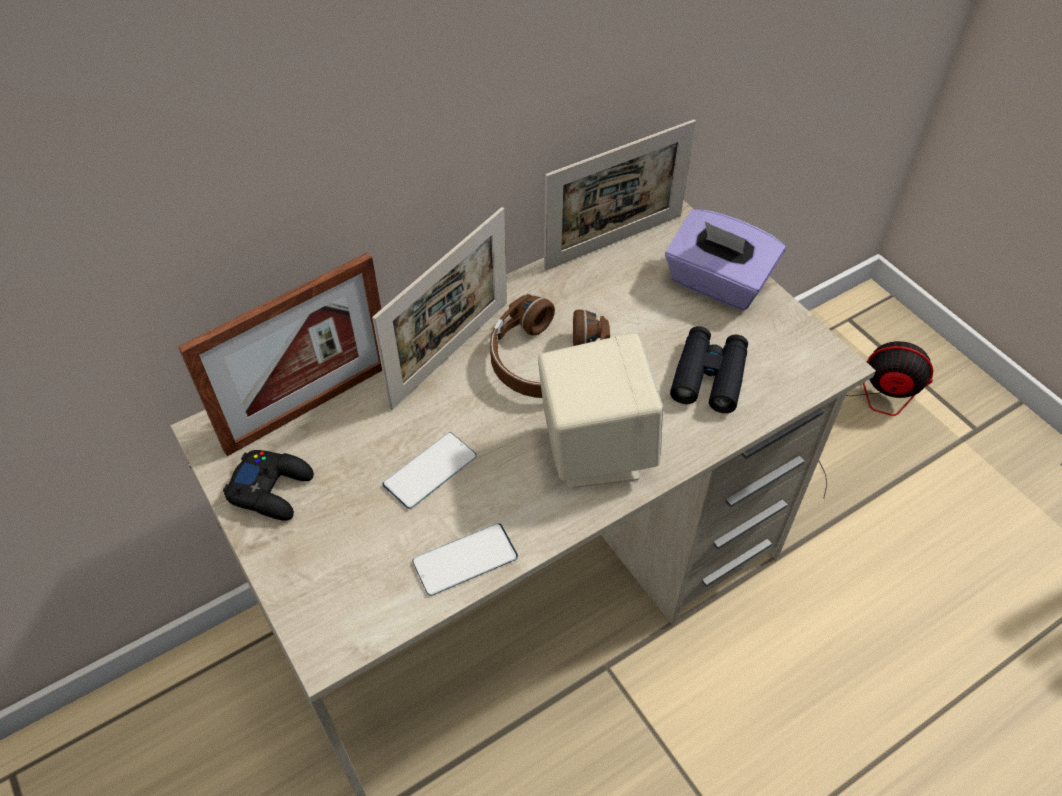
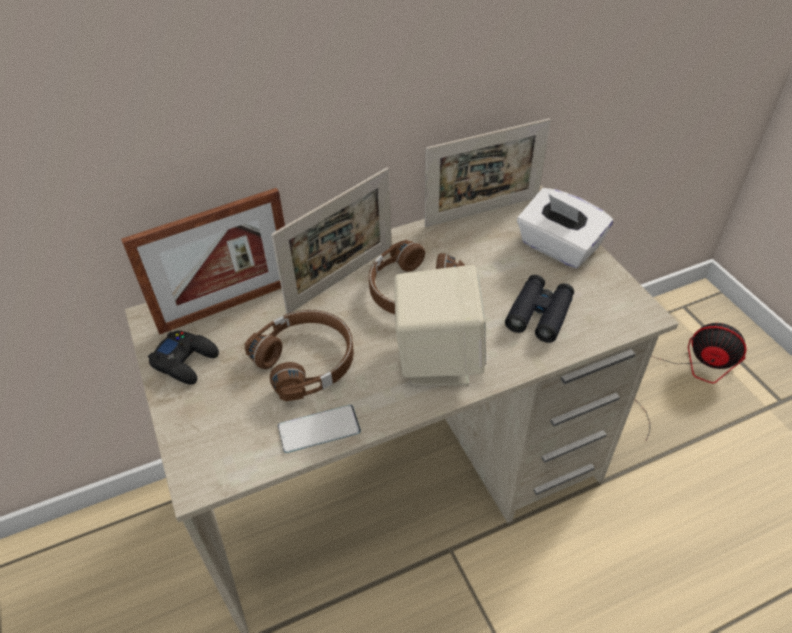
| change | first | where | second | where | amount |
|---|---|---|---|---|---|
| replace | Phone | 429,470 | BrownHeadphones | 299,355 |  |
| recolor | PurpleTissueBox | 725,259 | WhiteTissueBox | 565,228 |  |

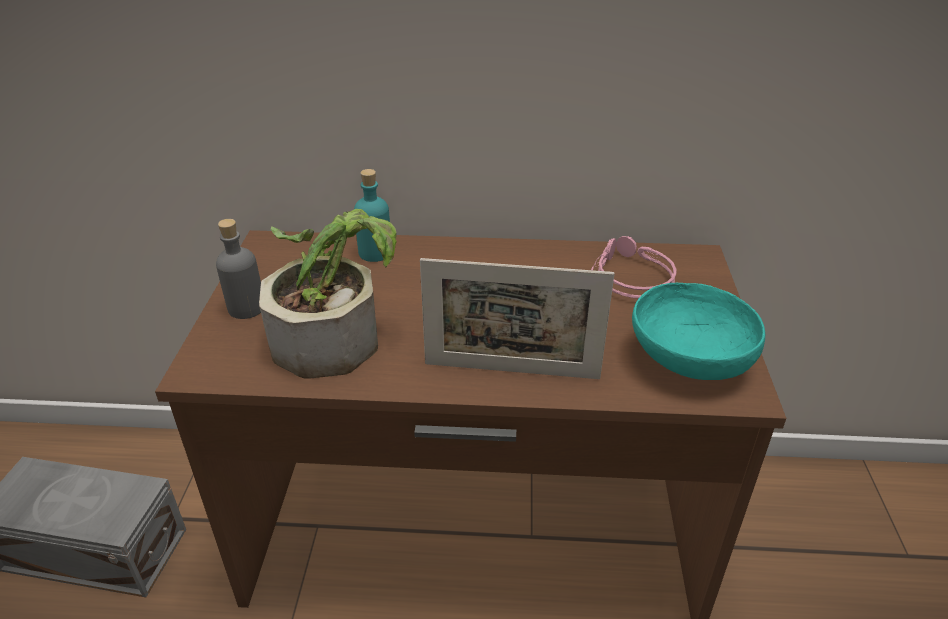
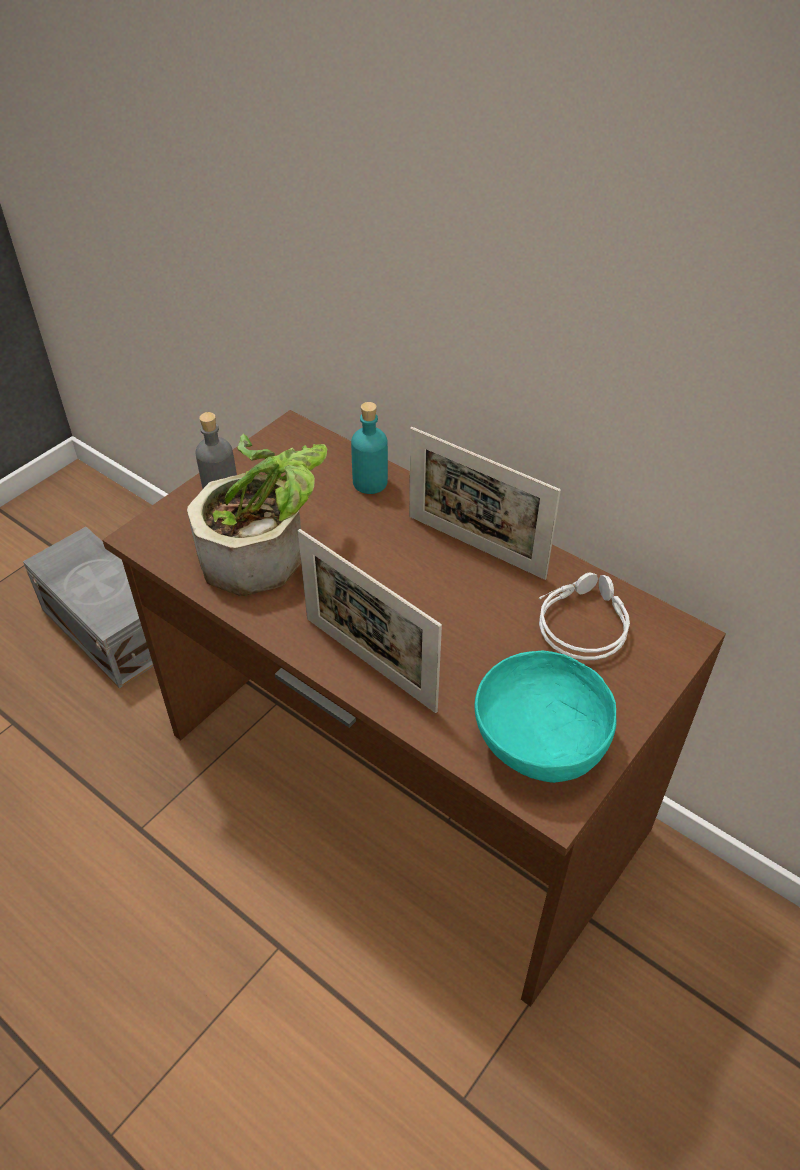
| change | first | where | second | where | amount |
|---|---|---|---|---|---|
| recolor | PinkHeadphones | 633,267 | GreyHeadphones | 584,616 |  |
| insert |  |  | PictureFrame | 485,503 |  |

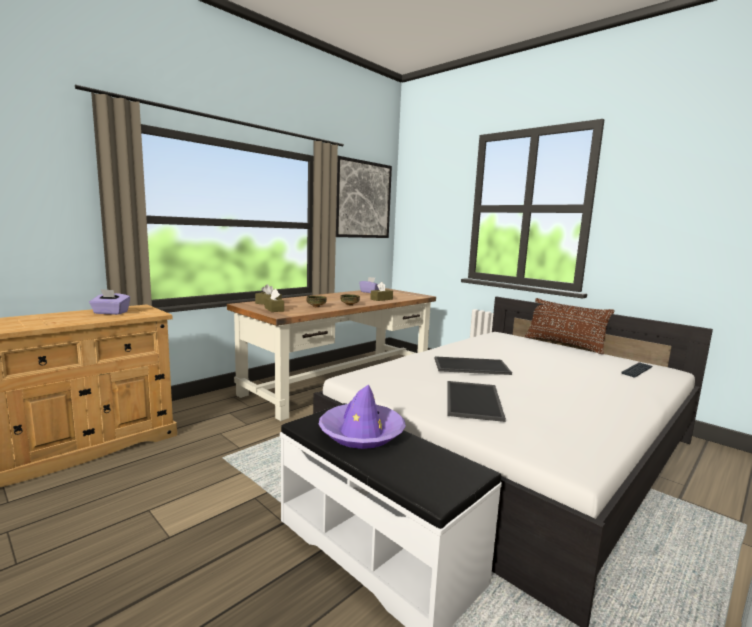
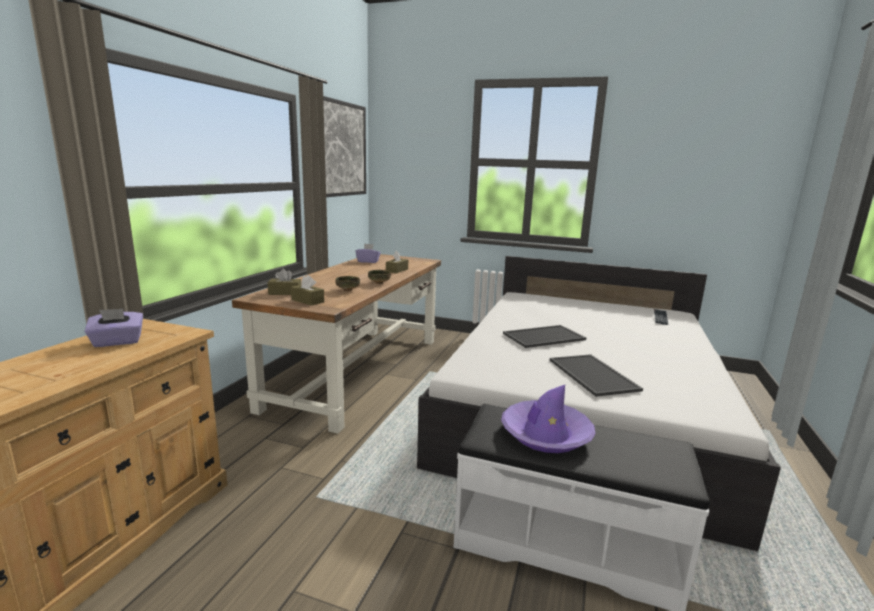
| change | first | where | second | where | amount |
|---|---|---|---|---|---|
| delete | BrownPillow | 569,326 |  |  |  |

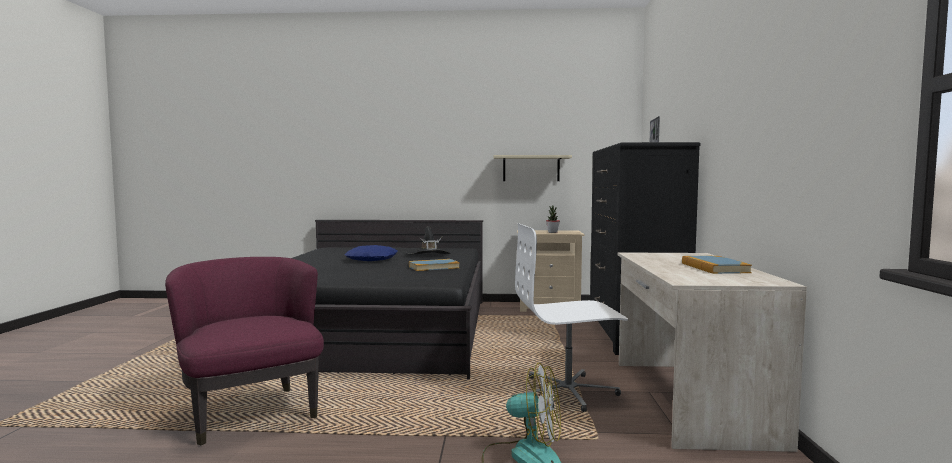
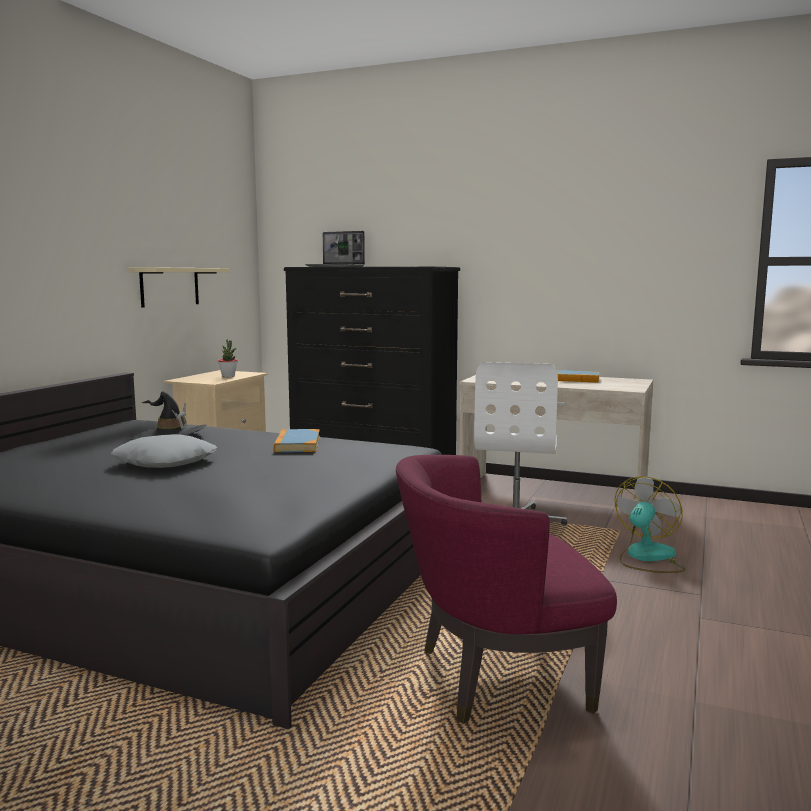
| change | first | where | second | where | amount |
|---|---|---|---|---|---|
| recolor | BluePillow | 371,253 | GreyPillow | 164,451 |  |

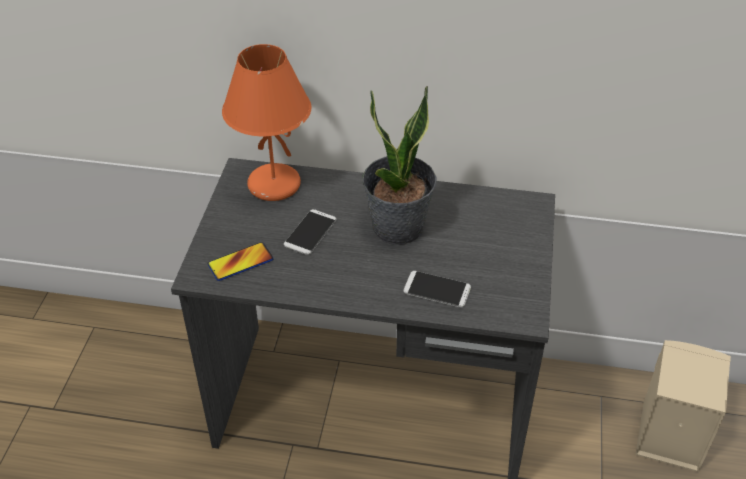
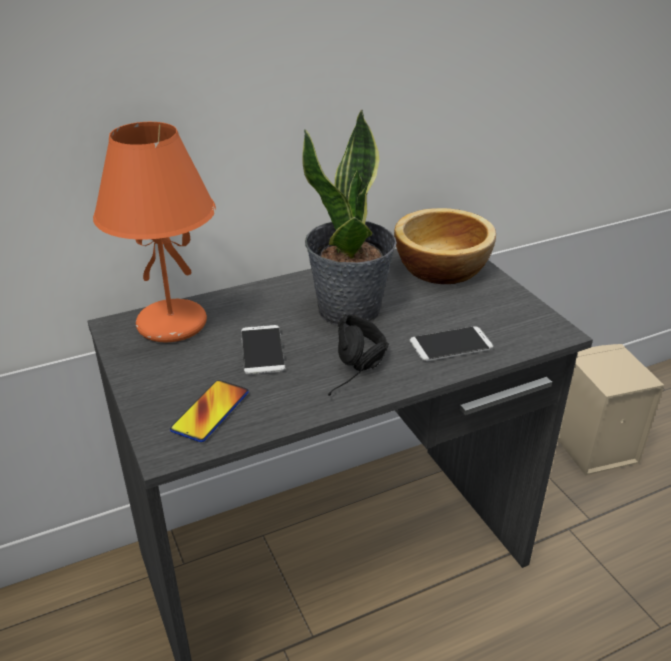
| change | first | where | second | where | amount |
|---|---|---|---|---|---|
| insert |  |  | BlackHeadphones | 358,355 |  |
| insert |  |  | Bowl | 445,246 |  |

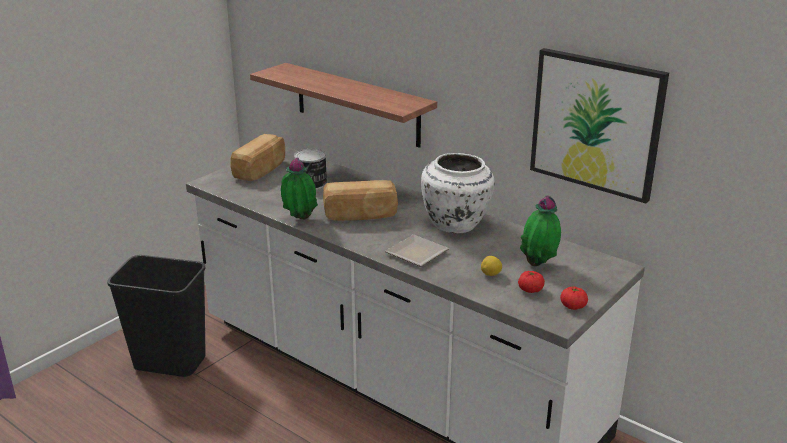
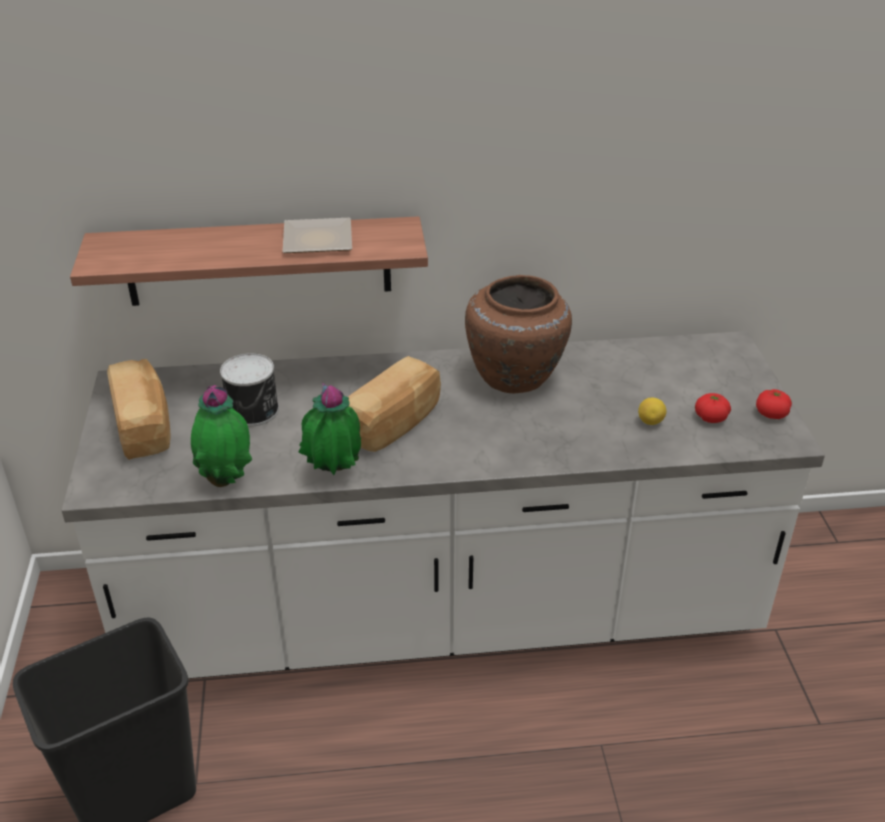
| change | first | where | second | where | amount |
|---|---|---|---|---|---|
| move | Plate | 417,251 |  | 317,235 |  |
| recolor | WhiteVase | 458,193 | BrownVase | 518,334 |  |
| move | PottedPlant | 540,230 |  | 221,436 |  |
| delete | Picture | 599,126 |  |  |  |

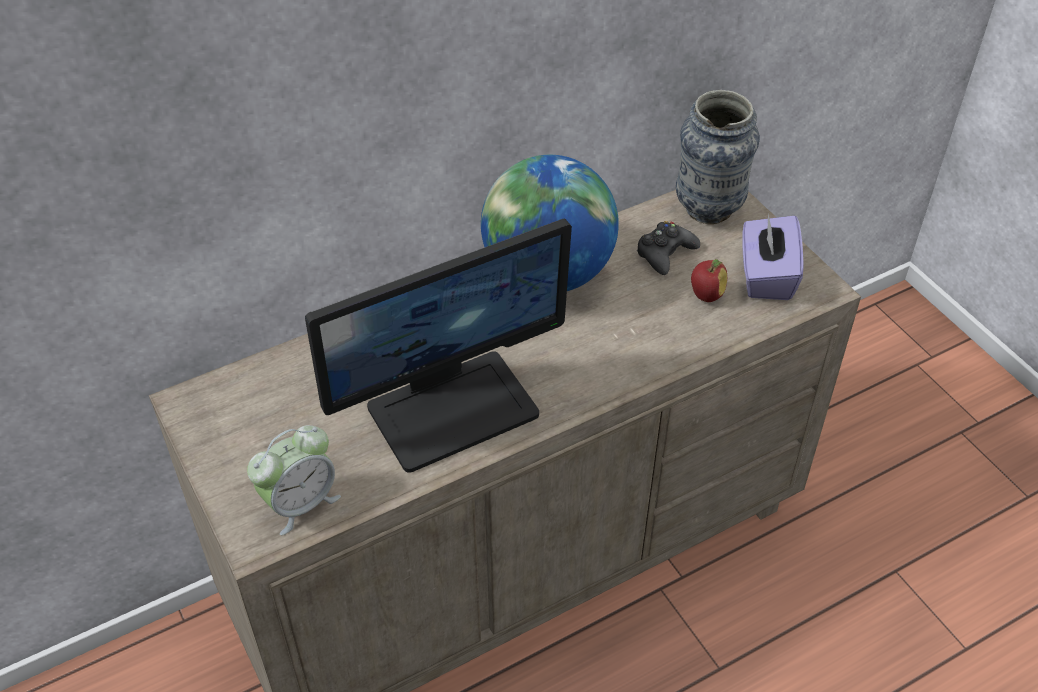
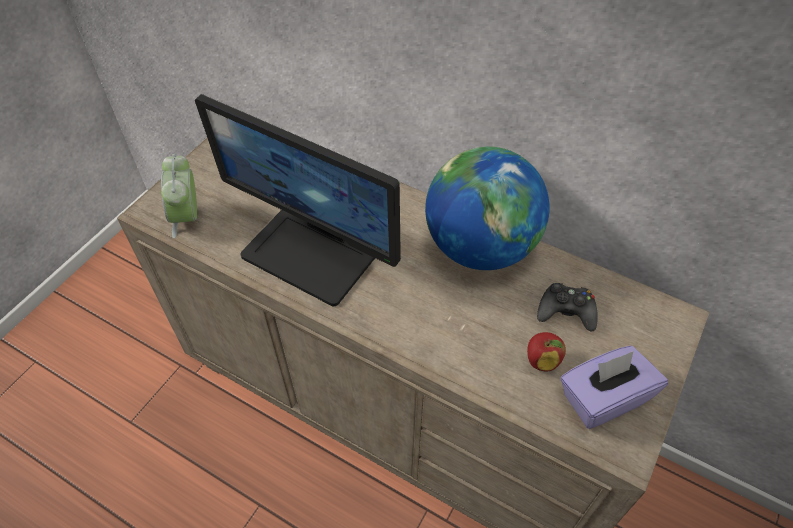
| change | first | where | second | where | amount |
|---|---|---|---|---|---|
| rotate | AlarmClock | 294,480 |  | 179,196 | 60 degrees clockwise |
| delete | Vase | 718,157 |  |  |  |

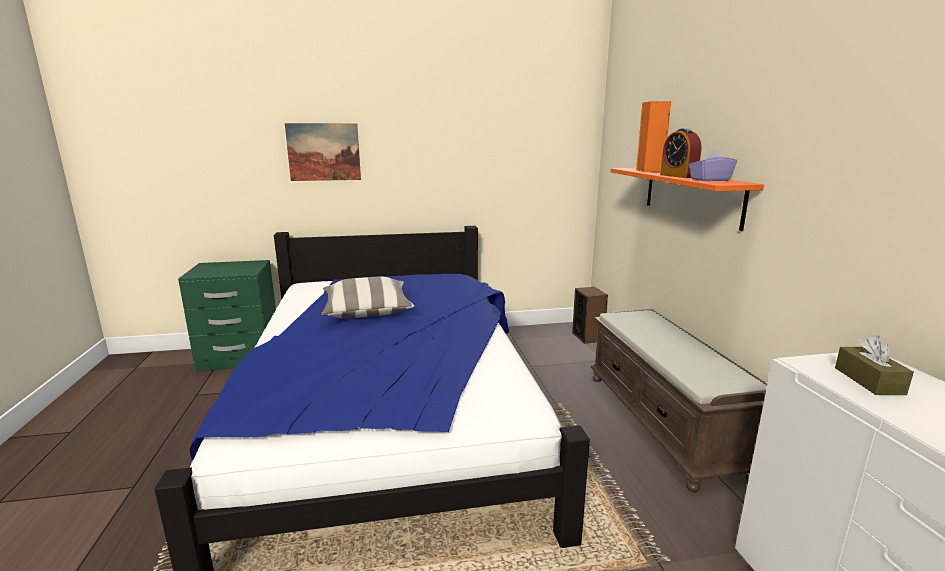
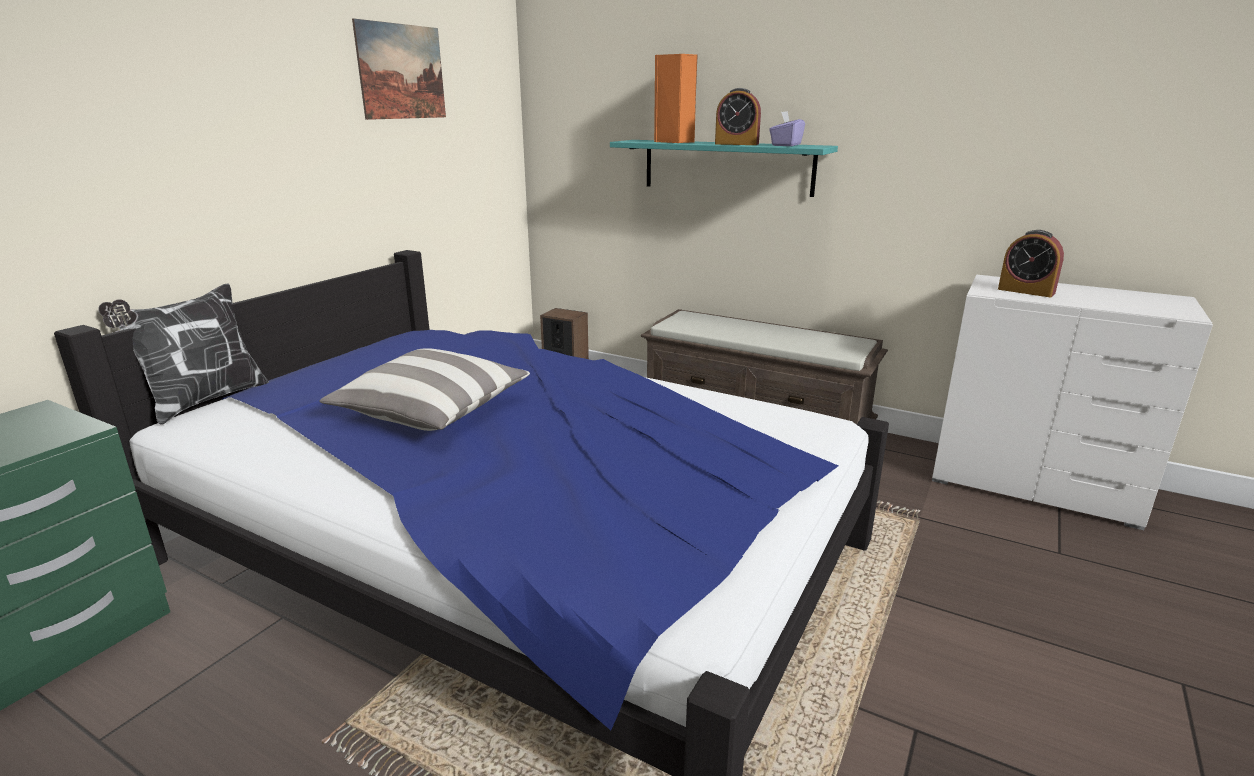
| change | first | where | second | where | amount |
|---|---|---|---|---|---|
| move | Picture | 323,152 |  | 399,69 |  |
| recolor | OrangeShelf | 687,199 | TurquoiseShelf | 724,168 |  |
| replace | BrownTissueBox | 874,365 | AlarmClock | 1031,263 |  |
| insert |  |  | Pillow | 183,354 |  |

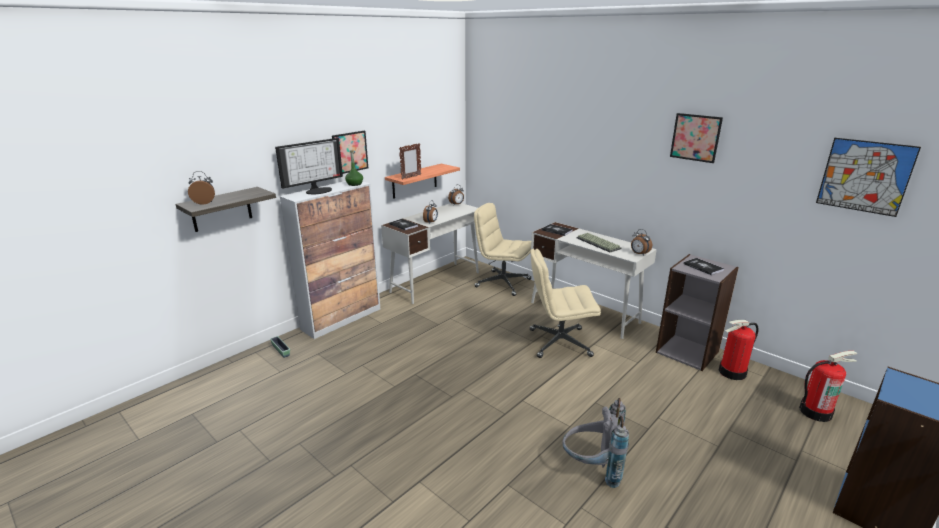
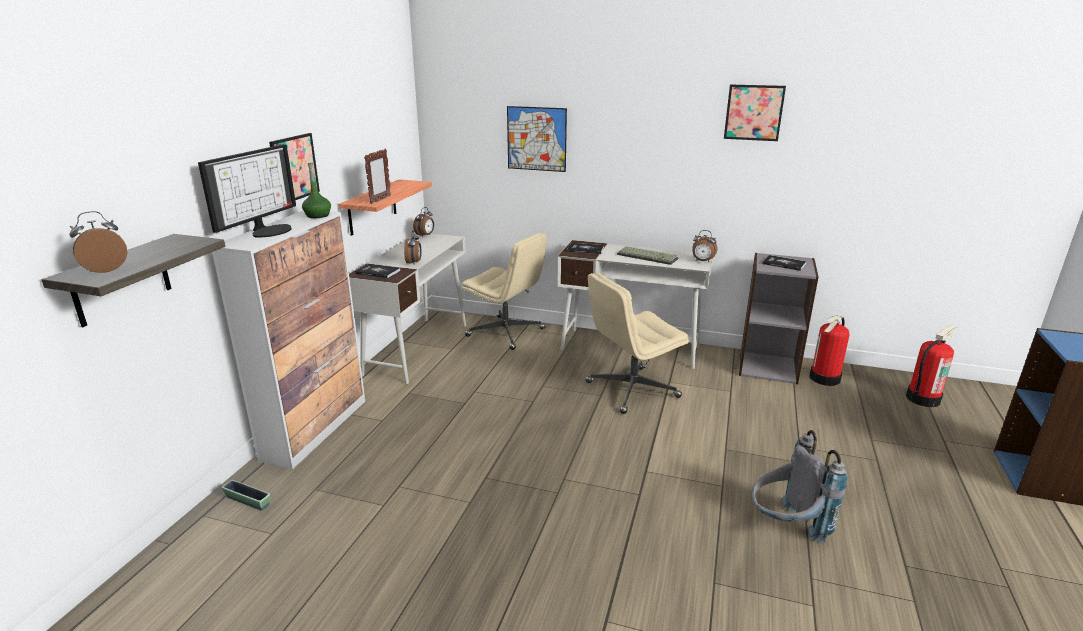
| change | first | where | second | where | amount |
|---|---|---|---|---|---|
| rotate | BeigeOfficeChair | 502,249 |  | 504,291 | 150 degrees counterclockwise |
| move | Picture | 868,177 |  | 537,139 |  |

